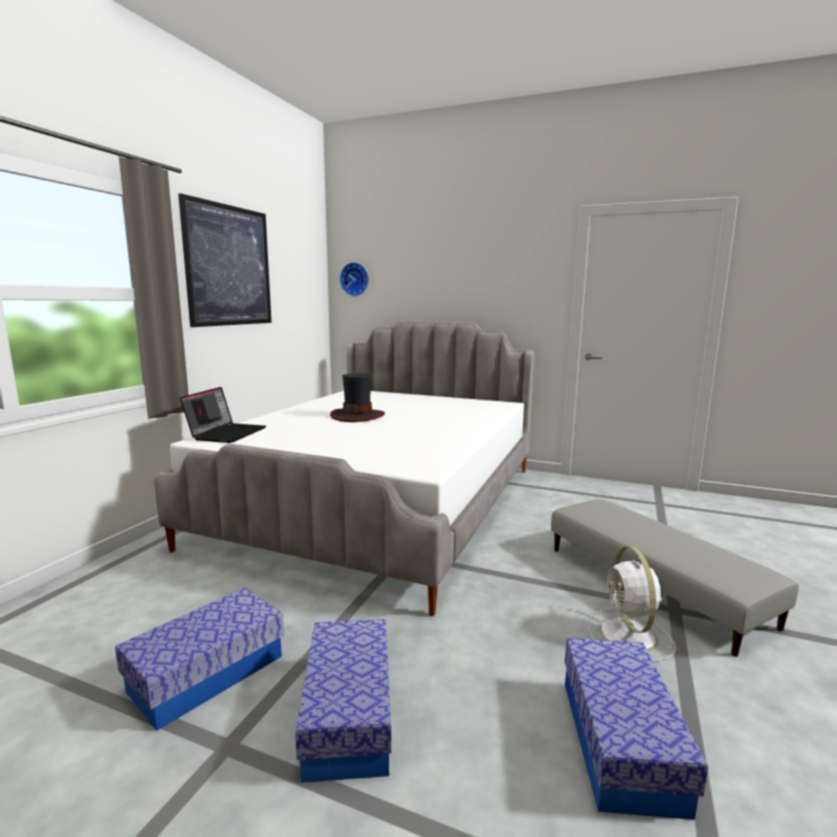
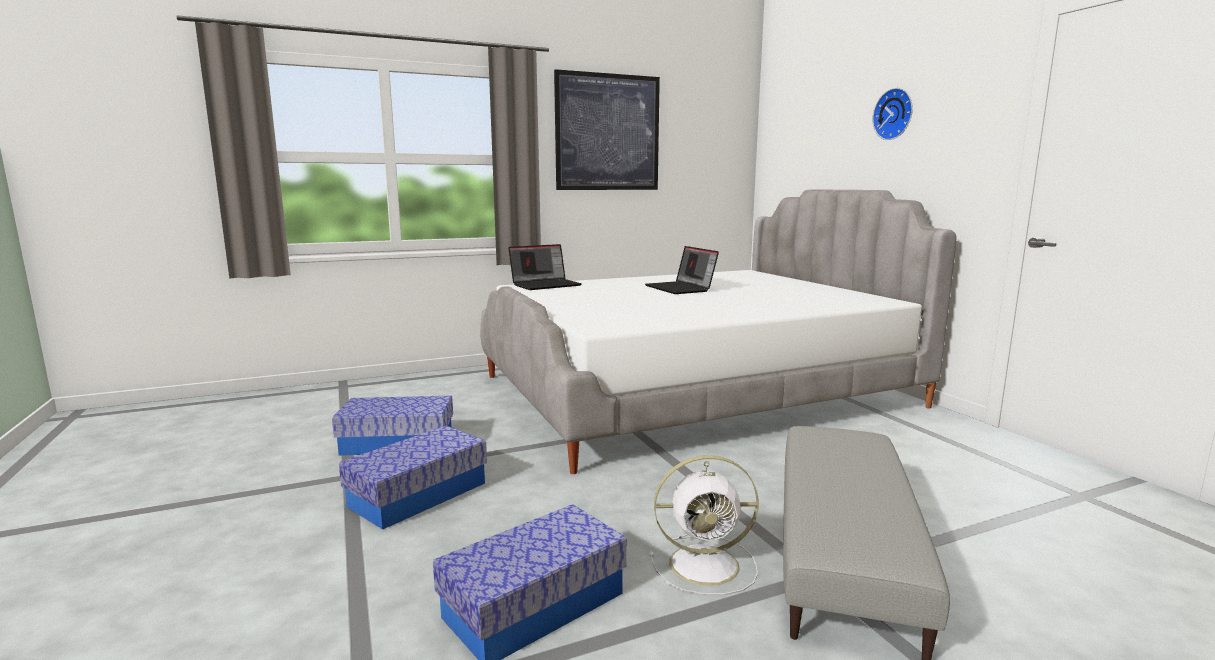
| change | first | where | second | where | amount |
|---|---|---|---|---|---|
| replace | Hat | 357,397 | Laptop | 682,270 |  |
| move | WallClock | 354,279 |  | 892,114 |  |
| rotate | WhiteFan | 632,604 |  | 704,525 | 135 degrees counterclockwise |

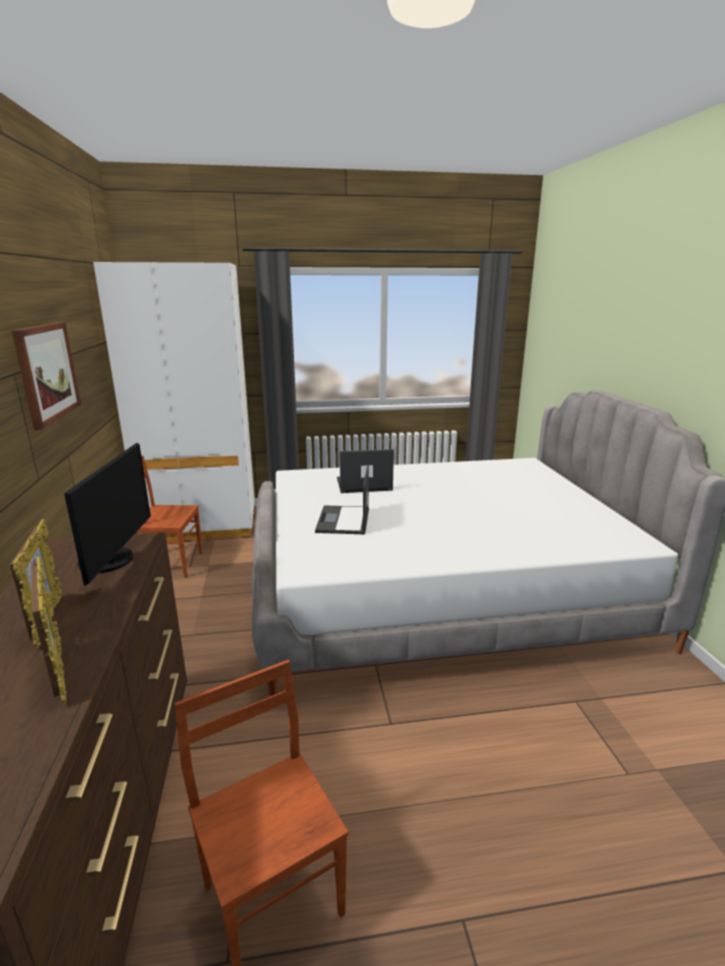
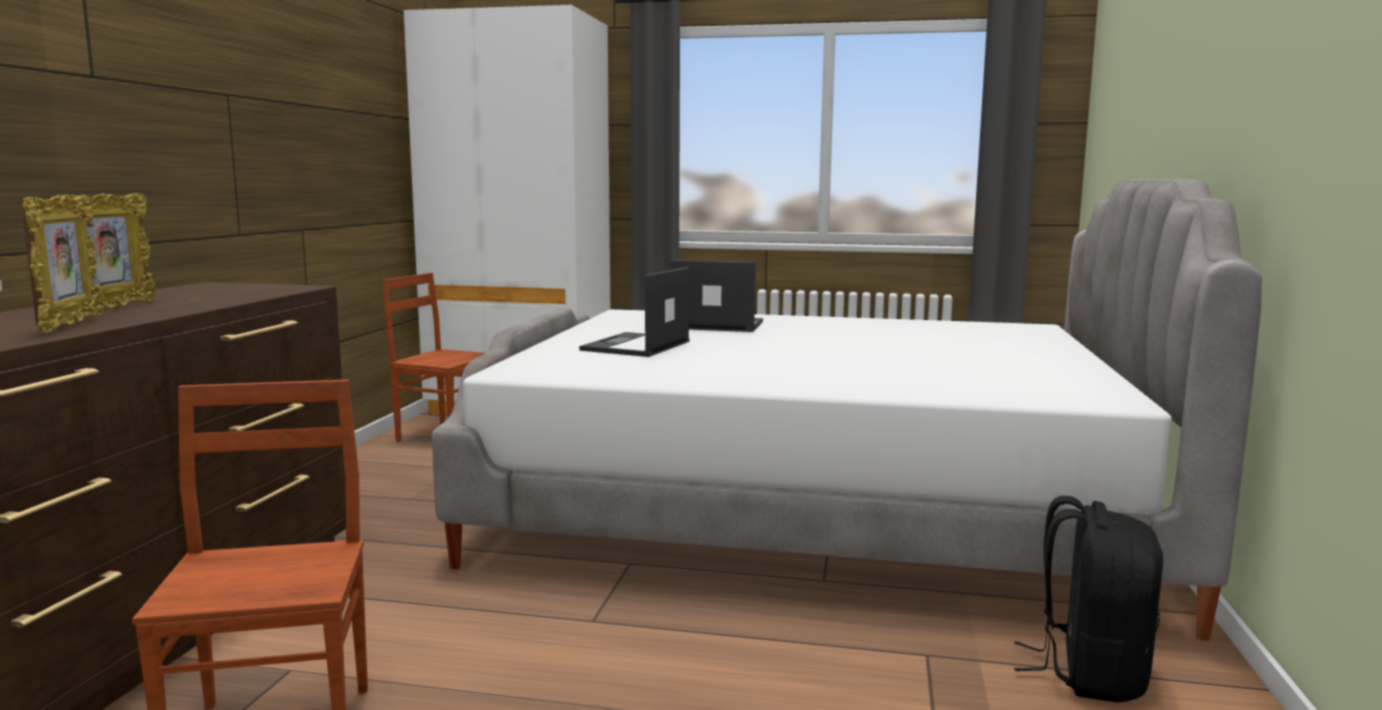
| change | first | where | second | where | amount |
|---|---|---|---|---|---|
| delete | Picture | 46,376 |  |  |  |
| delete | Monitor | 107,514 |  |  |  |
| insert |  |  | BlackBackpack | 1088,599 |  |

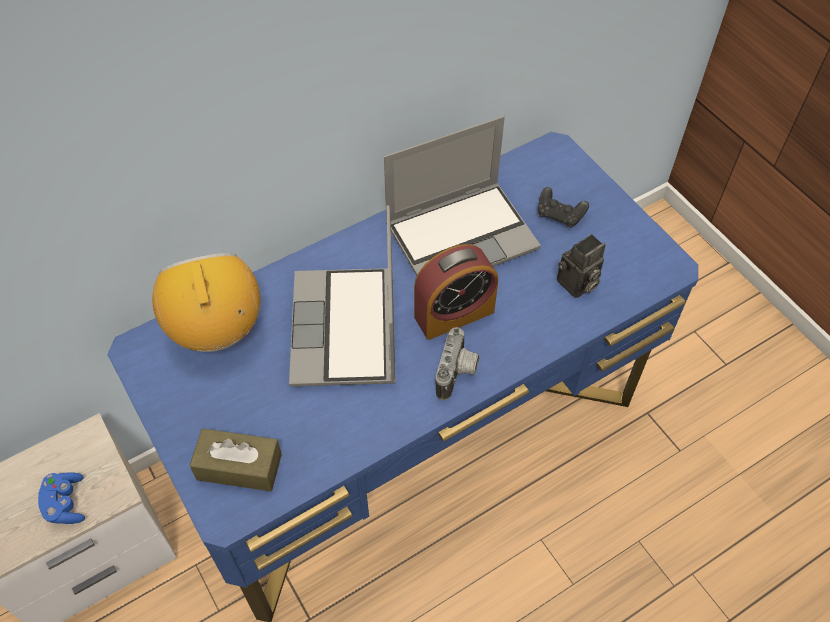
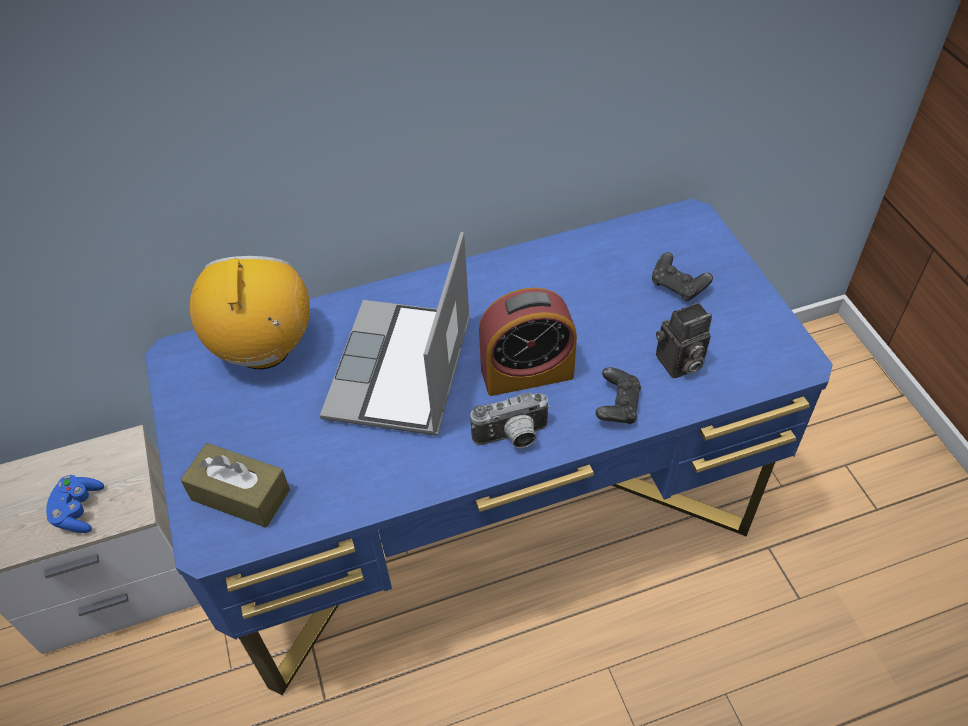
| change | first | where | second | where | amount |
|---|---|---|---|---|---|
| delete | Laptop | 462,196 |  |  |  |
| rotate | PhotoCamera | 457,363 |  | 510,420 | 45 degrees clockwise |
| insert |  |  | BlackGameController | 618,395 |  |

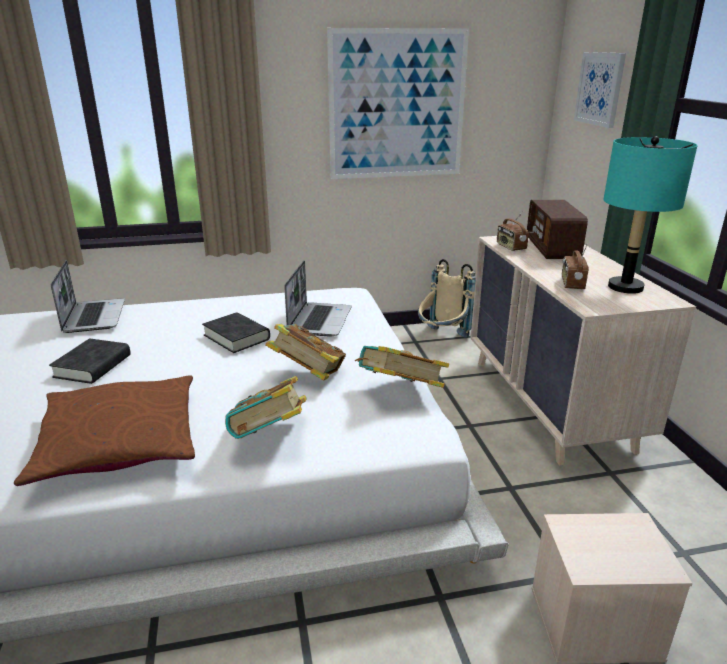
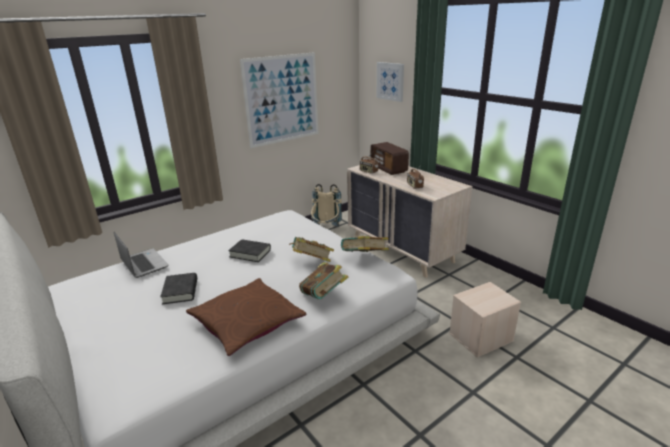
| change | first | where | second | where | amount |
|---|---|---|---|---|---|
| delete | Laptop | 318,298 |  |  |  |
| delete | TurquoiseTableLamp | 650,215 |  |  |  |

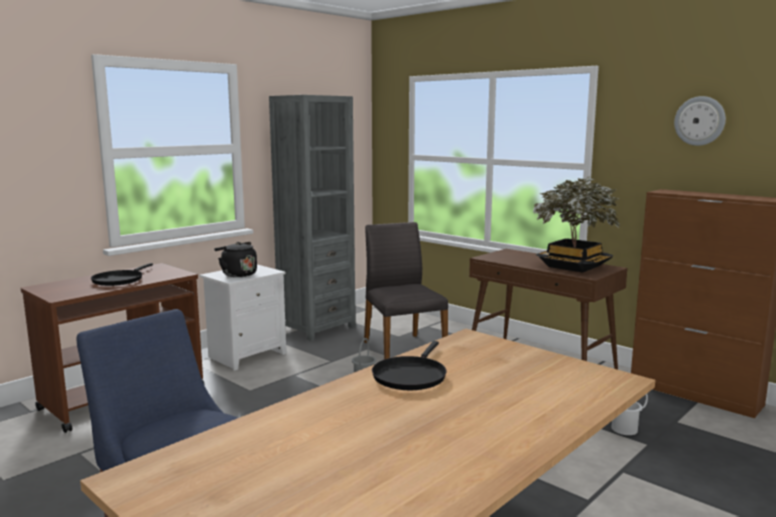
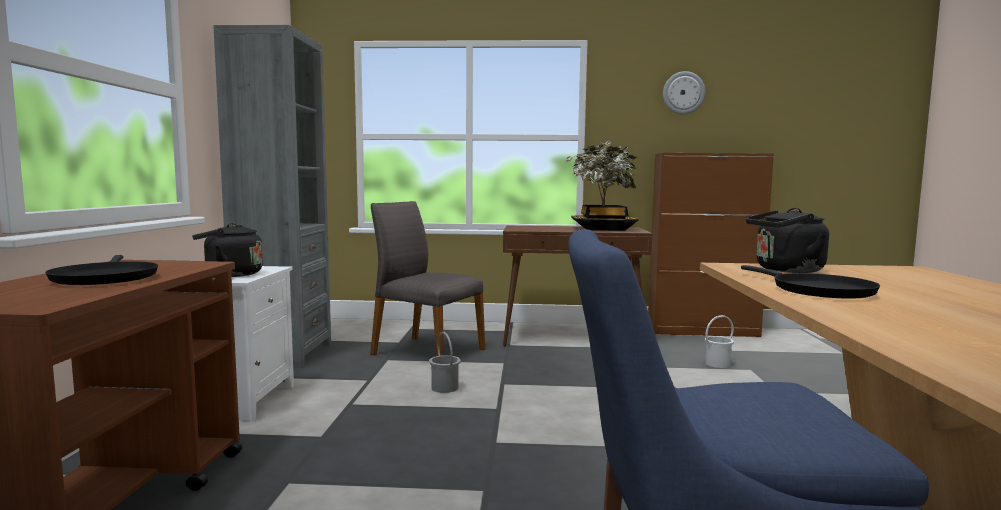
| change | first | where | second | where | amount |
|---|---|---|---|---|---|
| insert |  |  | BlackKettle | 787,240 |  |

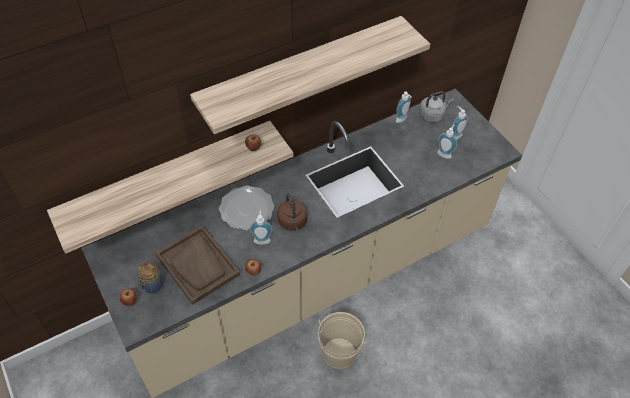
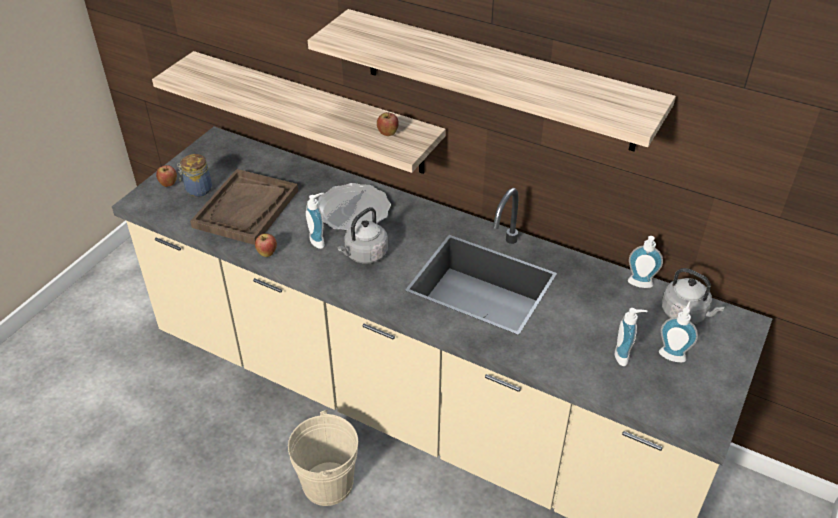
| change | first | where | second | where | amount |
|---|---|---|---|---|---|
| recolor | BrownKettle | 292,212 | GreyKettle | 363,235 |  |

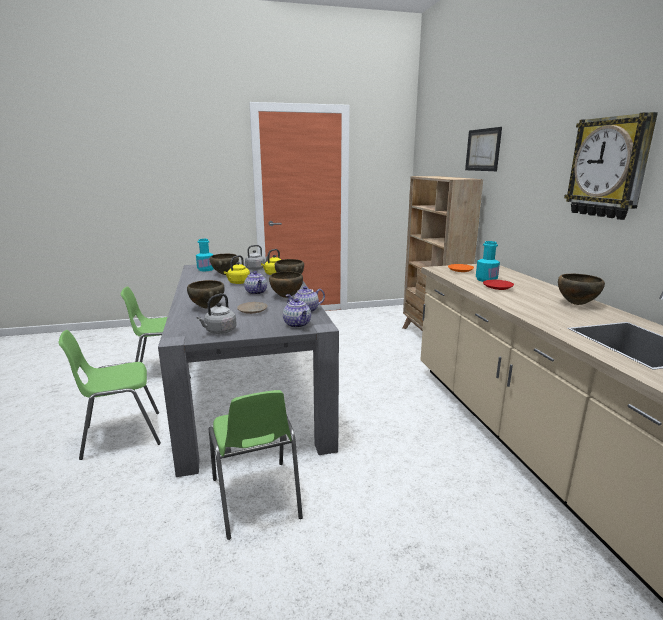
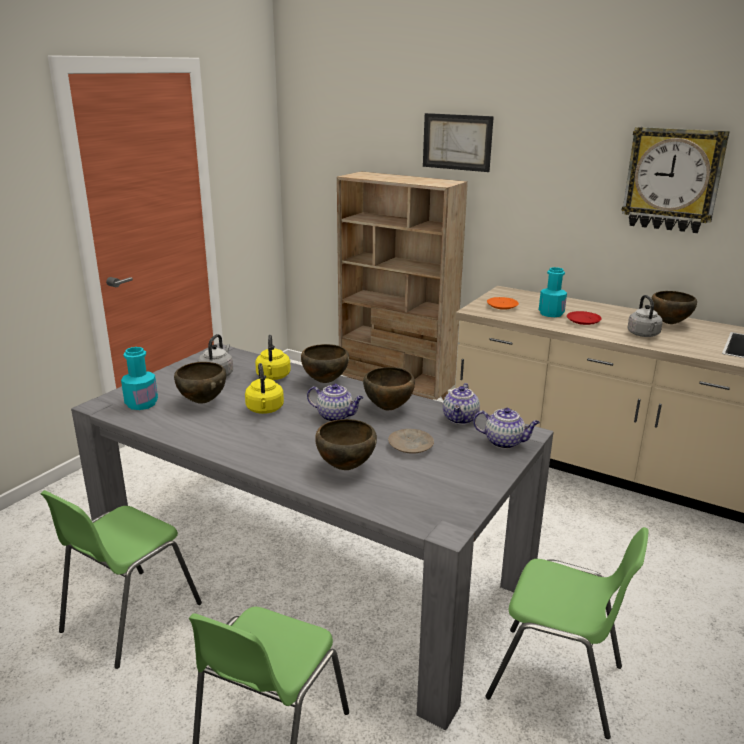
| change | first | where | second | where | amount |
|---|---|---|---|---|---|
| move | GreyKettle | 217,313 |  | 645,316 |  |

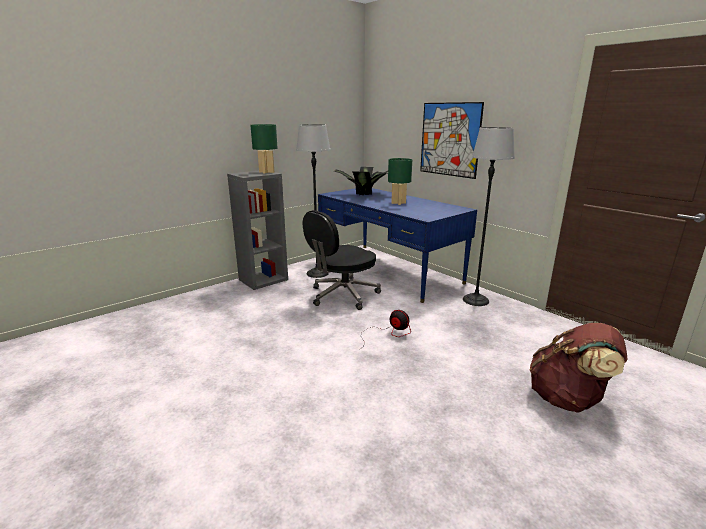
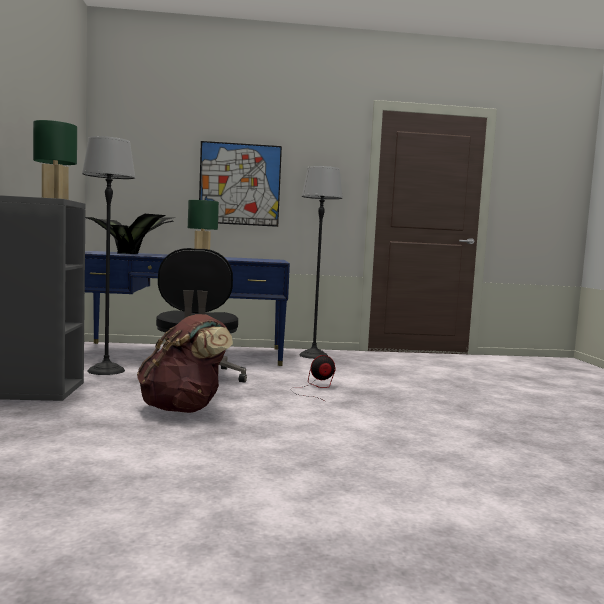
| change | first | where | second | where | amount |
|---|---|---|---|---|---|
| move | BrownBackpack | 579,367 |  | 185,363 |  |

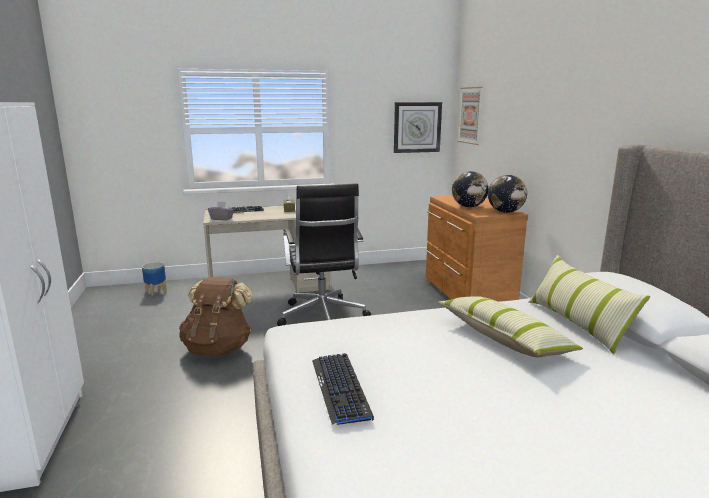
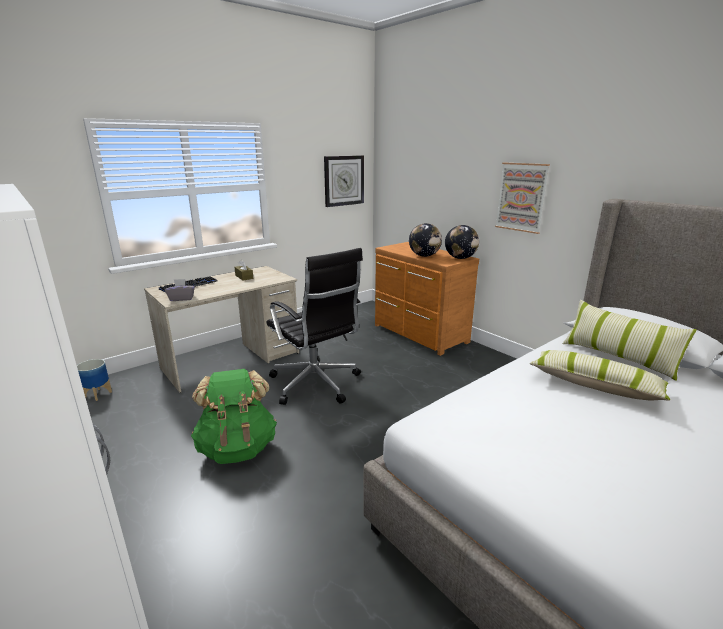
| change | first | where | second | where | amount |
|---|---|---|---|---|---|
| recolor | BrownBackpack | 216,316 | GreenBackpack | 234,416 |  |
| delete | Keyboard | 343,389 |  |  |  |
| move | Picture | 470,116 |  | 522,198 |  |

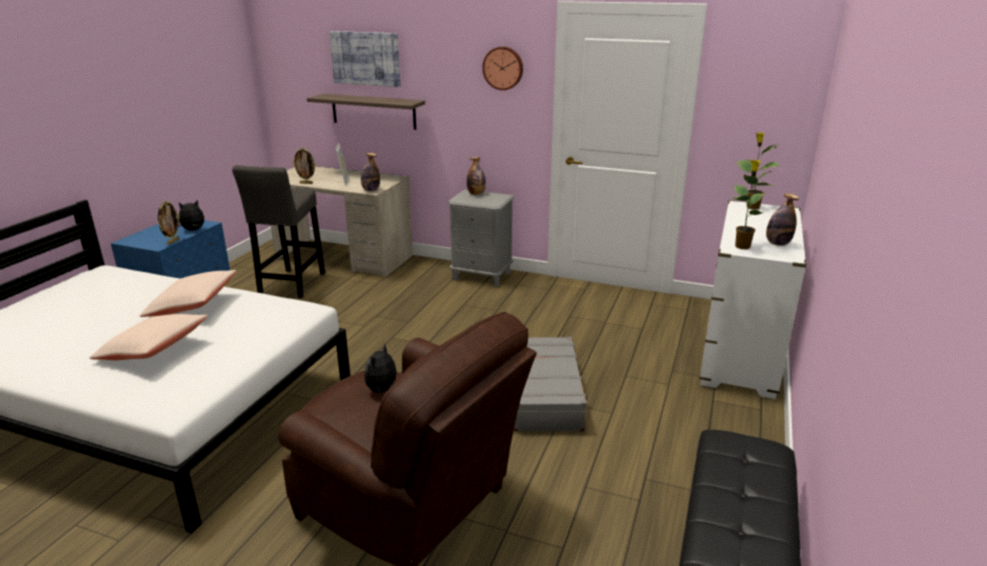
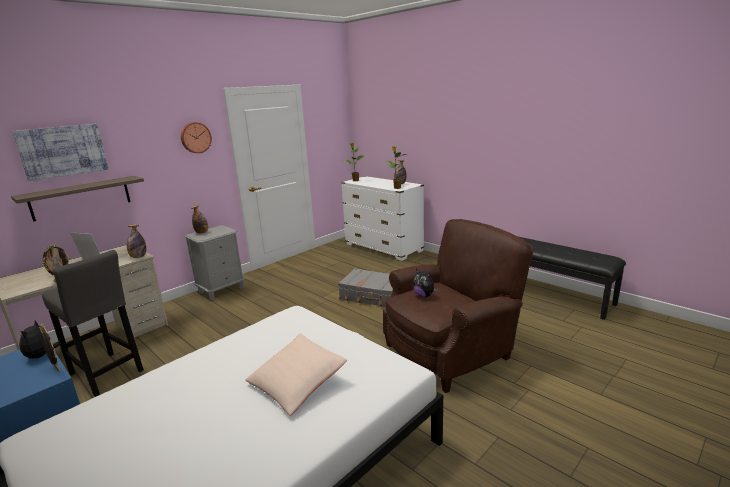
| change | first | where | second | where | amount |
|---|---|---|---|---|---|
| delete | BeigePillow | 188,293 |  |  |  |

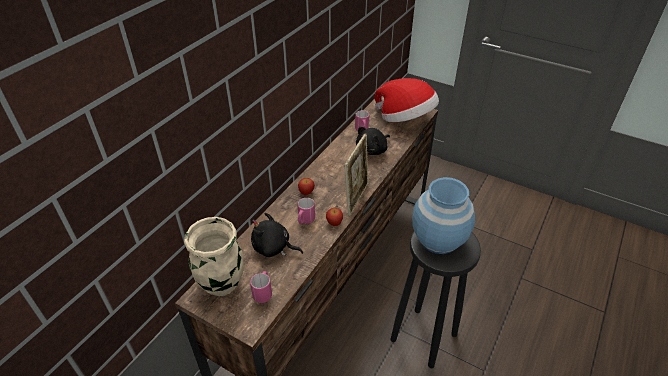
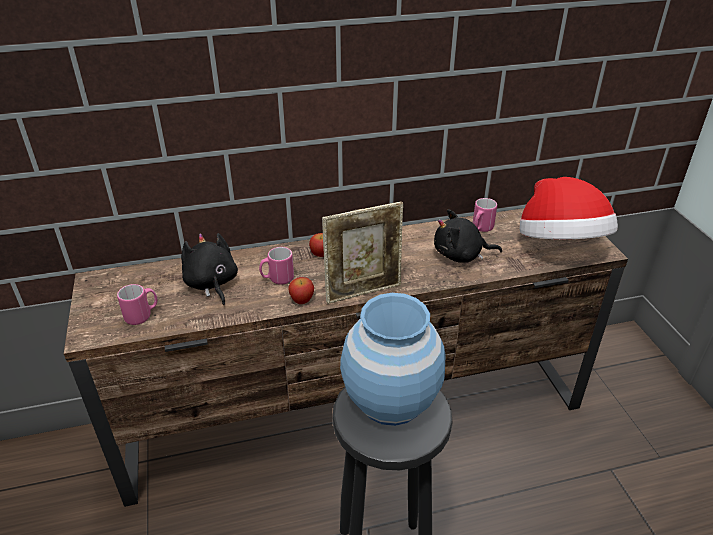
| change | first | where | second | where | amount |
|---|---|---|---|---|---|
| delete | BeigeVase | 213,256 |  |  |  |

